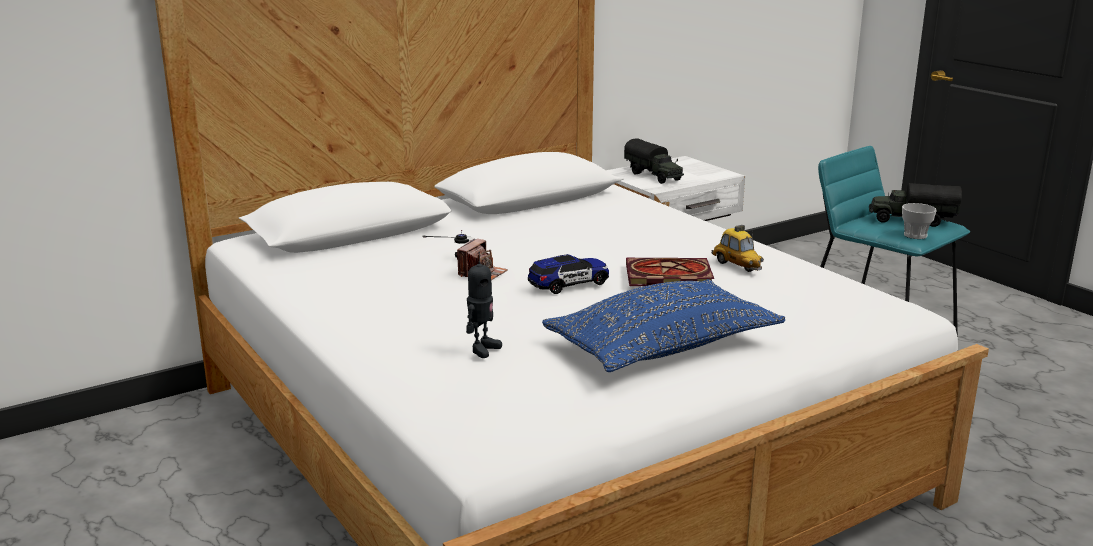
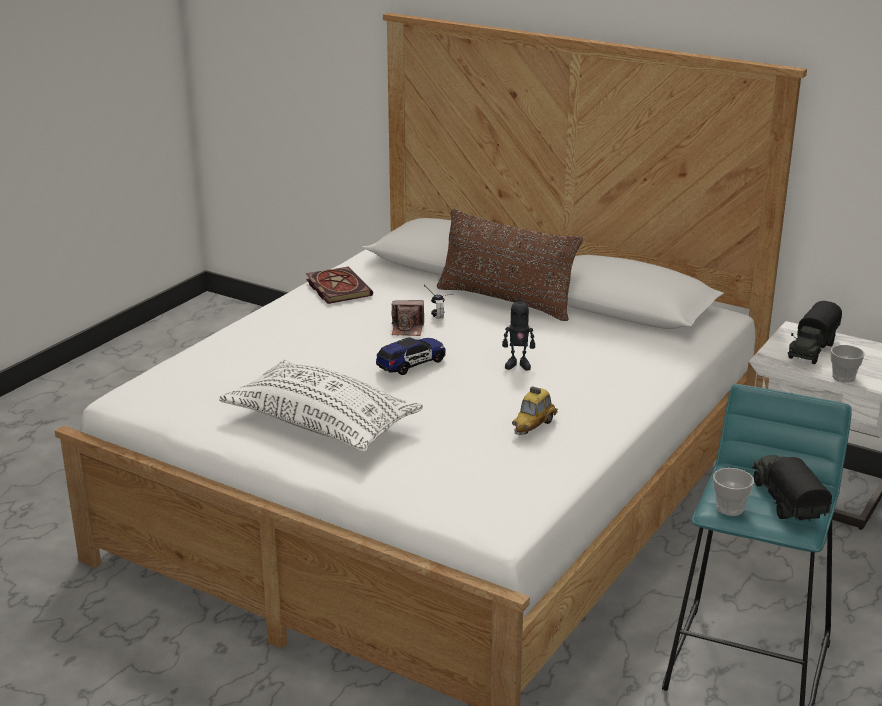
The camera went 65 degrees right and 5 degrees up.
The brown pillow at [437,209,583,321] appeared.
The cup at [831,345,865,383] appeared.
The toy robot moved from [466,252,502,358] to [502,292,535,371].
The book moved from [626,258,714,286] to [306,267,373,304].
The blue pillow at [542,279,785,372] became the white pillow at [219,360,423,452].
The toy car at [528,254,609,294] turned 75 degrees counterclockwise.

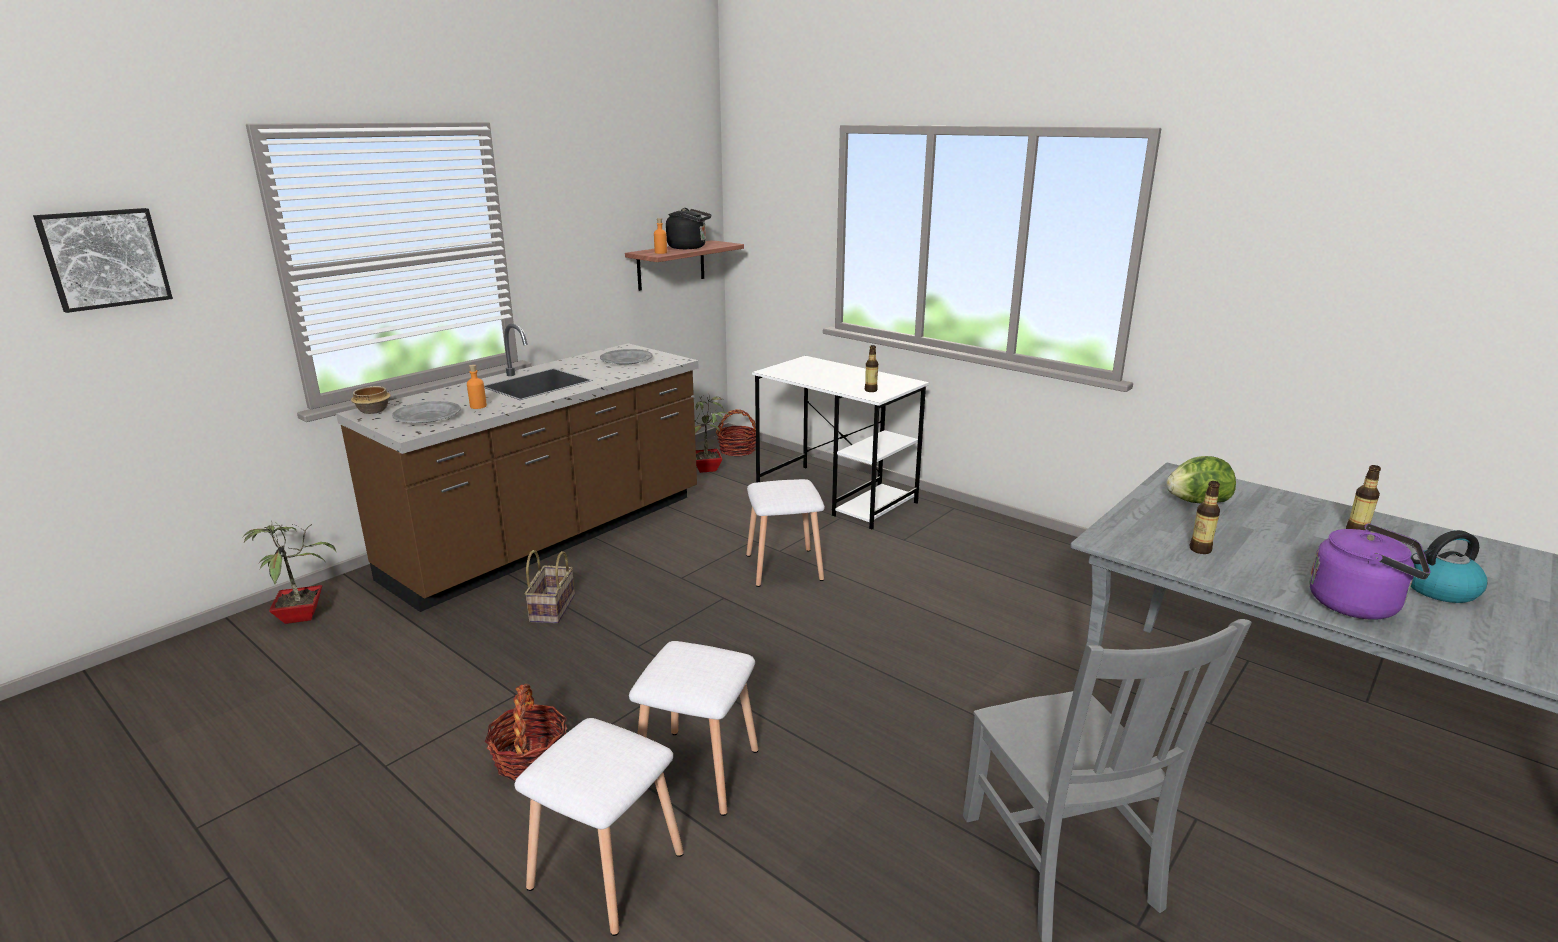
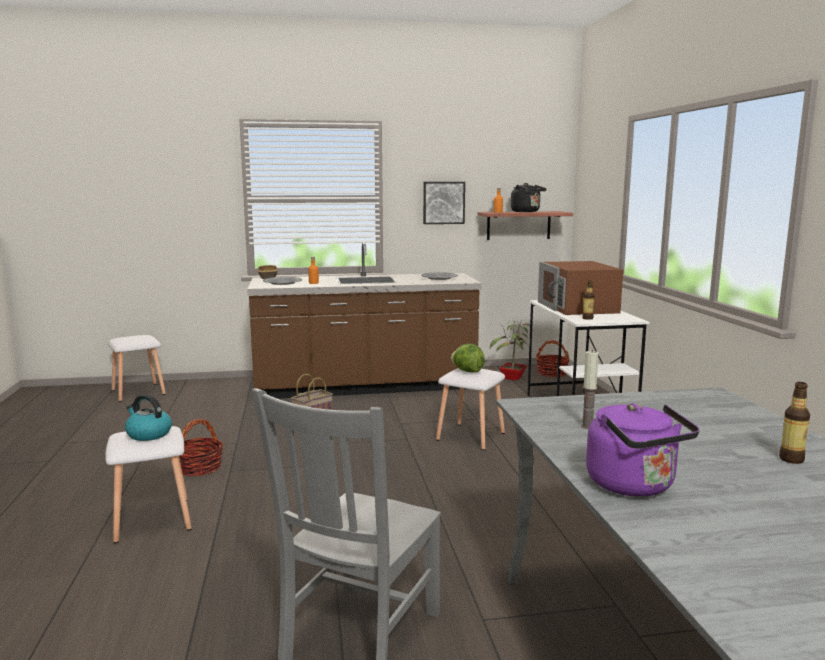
The camera went 40 degrees right and 10 degrees down.
The potted plant at [243,524,336,624] disappeared.
The brown microwave at [538,261,623,315] appeared.
The picture moved from [33,208,173,313] to [423,182,465,224].
The white stool moved from [629,641,758,816] to [108,335,166,402].
The lettuce moved from [1166,456,1236,504] to [451,344,485,372].
The kettle moved from [1410,530,1488,603] to [125,394,172,441].
The bottle at [1190,481,1220,554] was replaced by the candle at [581,350,599,429].

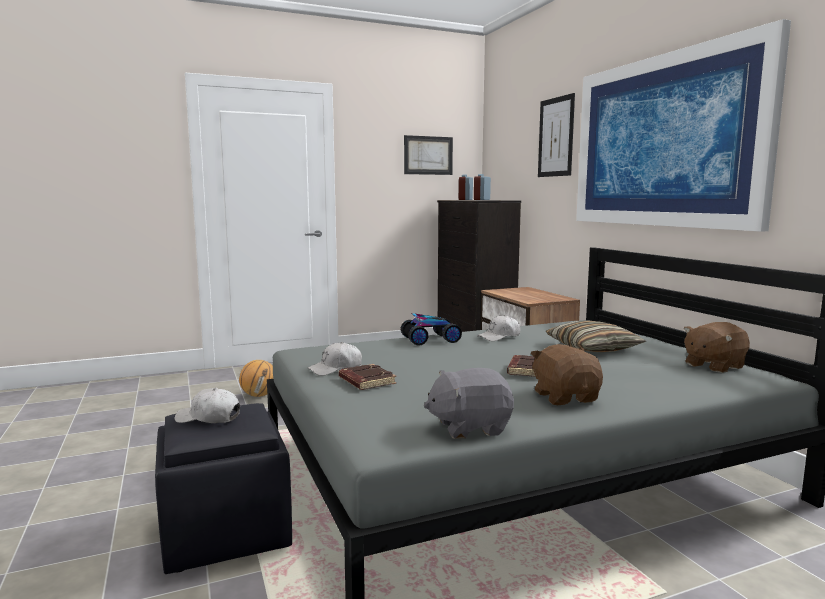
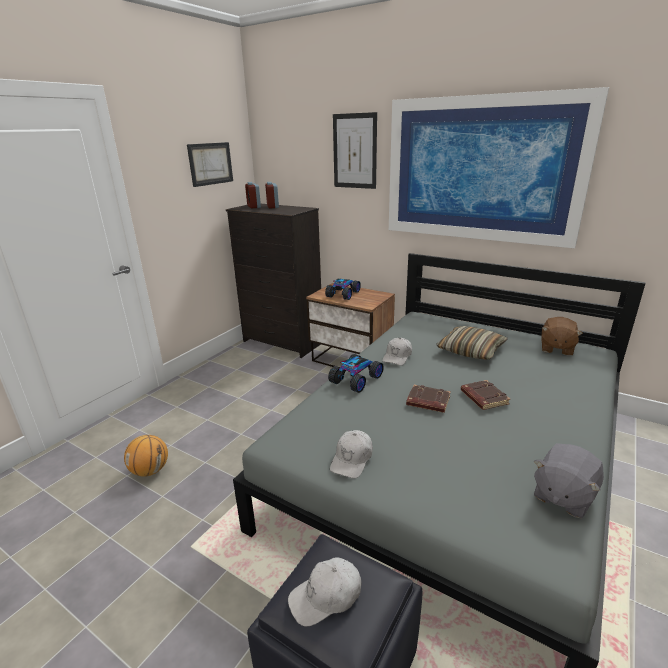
The camera went 35 degrees left and 15 degrees up.
The brown plush toy at [530,344,603,405] disappeared.
The toy car at [325,279,361,300] appeared.
The brown book moved from [339,364,396,390] to [406,385,451,413].

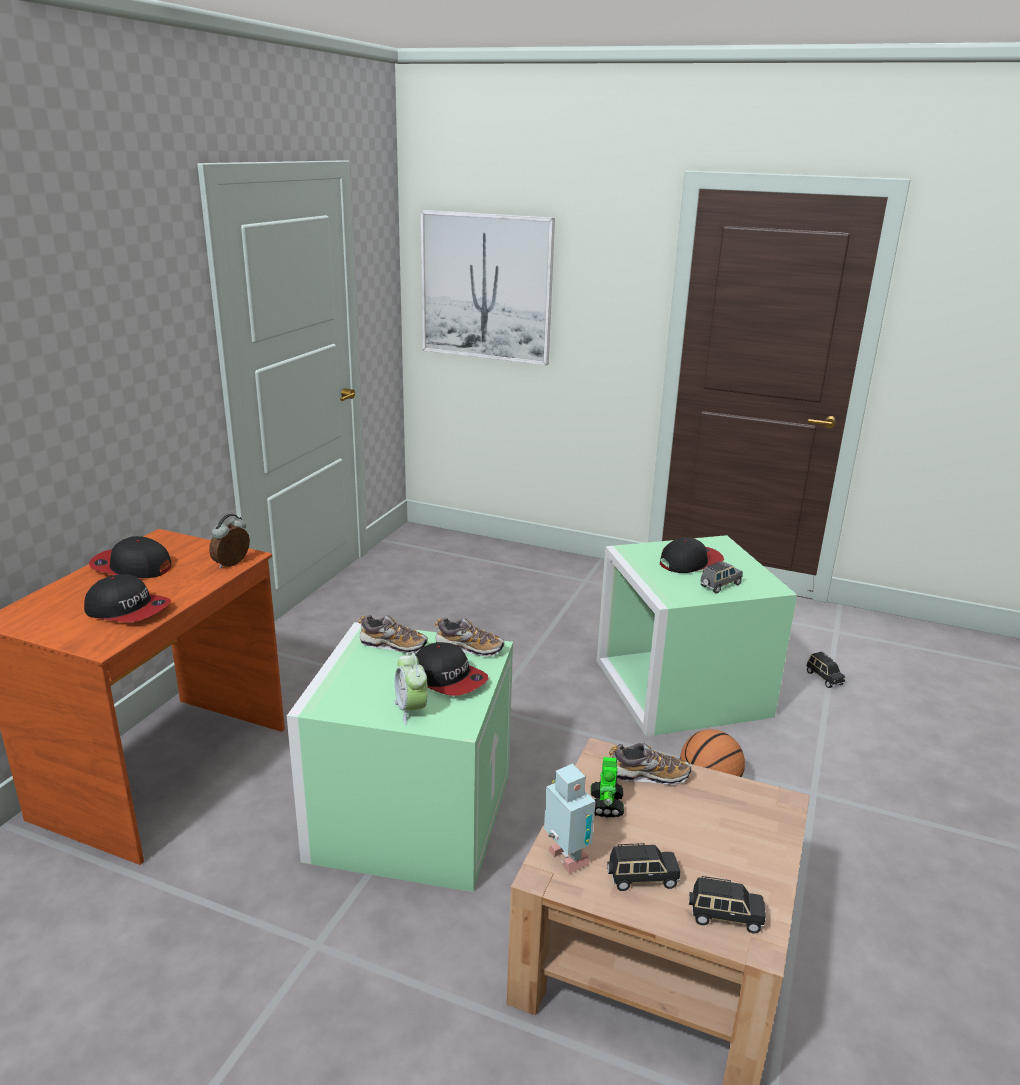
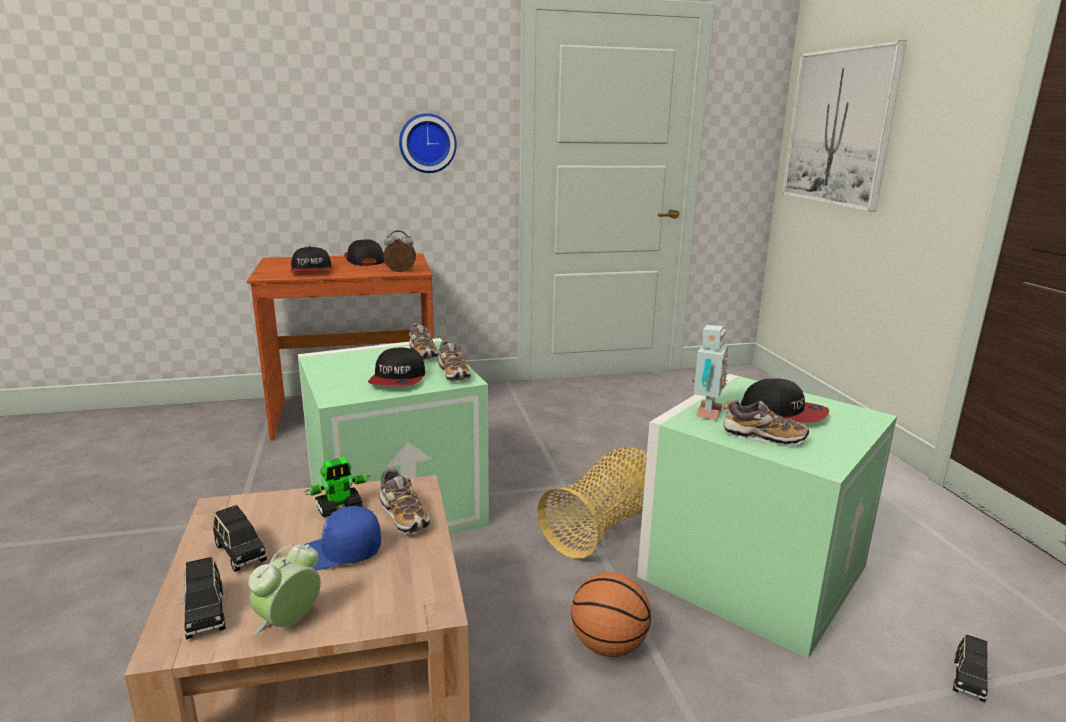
The camera went 55 degrees right and 5 degrees down.
The blue cap at [304,506,381,570] appeared.
The wall clock at [399,113,457,173] appeared.
The basket at [537,447,647,559] appeared.
The alarm clock moved from [394,653,428,725] to [249,544,321,634].
The toy robot moved from [544,764,596,873] to [692,325,728,420].
The grey toy car at [700,561,743,593] was replaced by the shoe at [723,400,809,446].

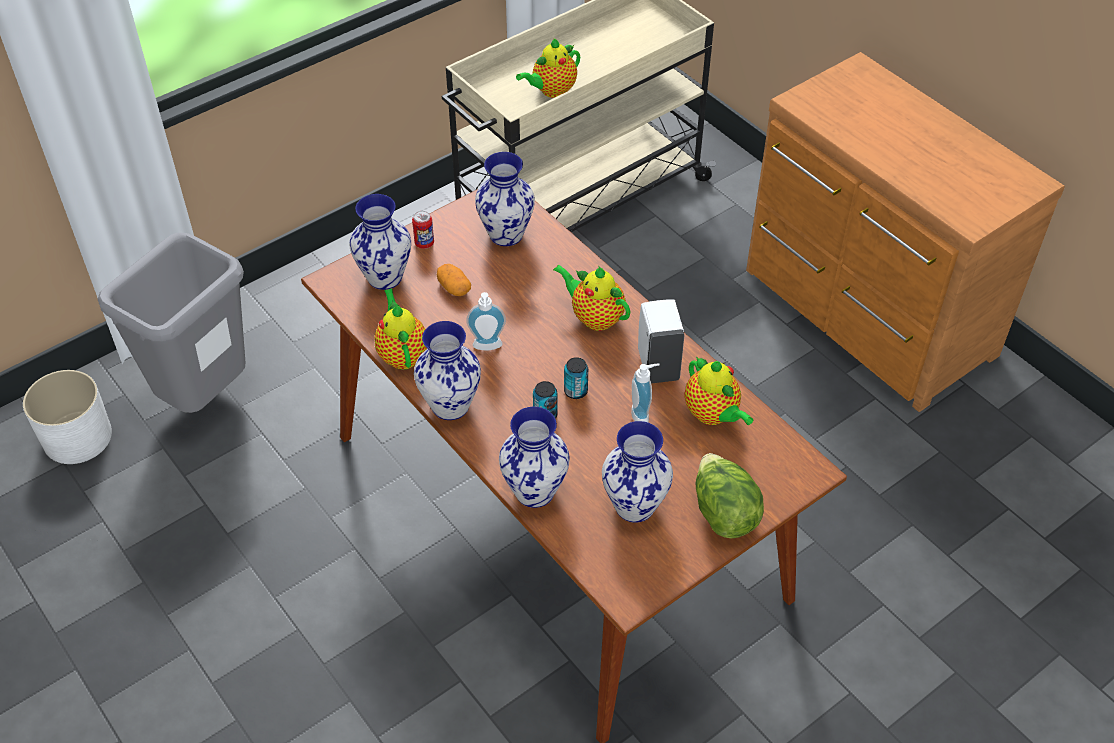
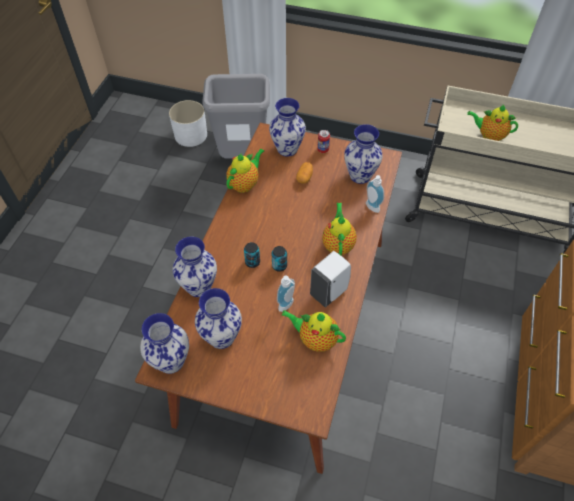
The camera went 55 degrees right and 5 degrees up.
The lettuce at [695,453,764,539] disappeared.
The vase moved from [414,321,481,420] to [140,313,189,374].
The soap dispenser moved from [466,292,506,351] to [366,175,384,213].
The teapot at [684,356,753,425] turned 90 degrees clockwise.

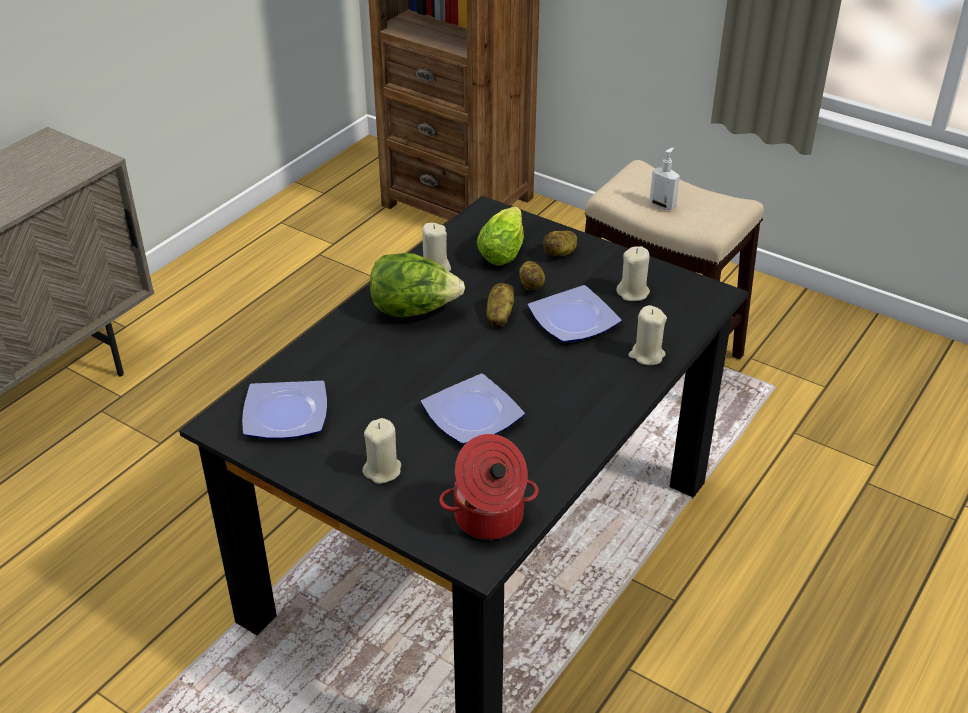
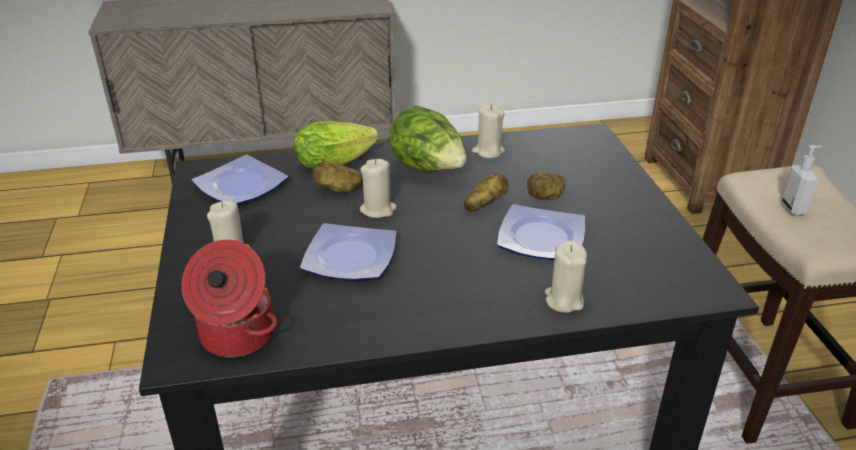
The camera went 45 degrees right and 5 degrees down.
The lettuce moved from [477,207,524,266] to [294,121,378,169].
The potato moved from [543,231,577,256] to [312,161,363,192].
The beige candle moved from [617,246,650,301] to [360,159,397,218].

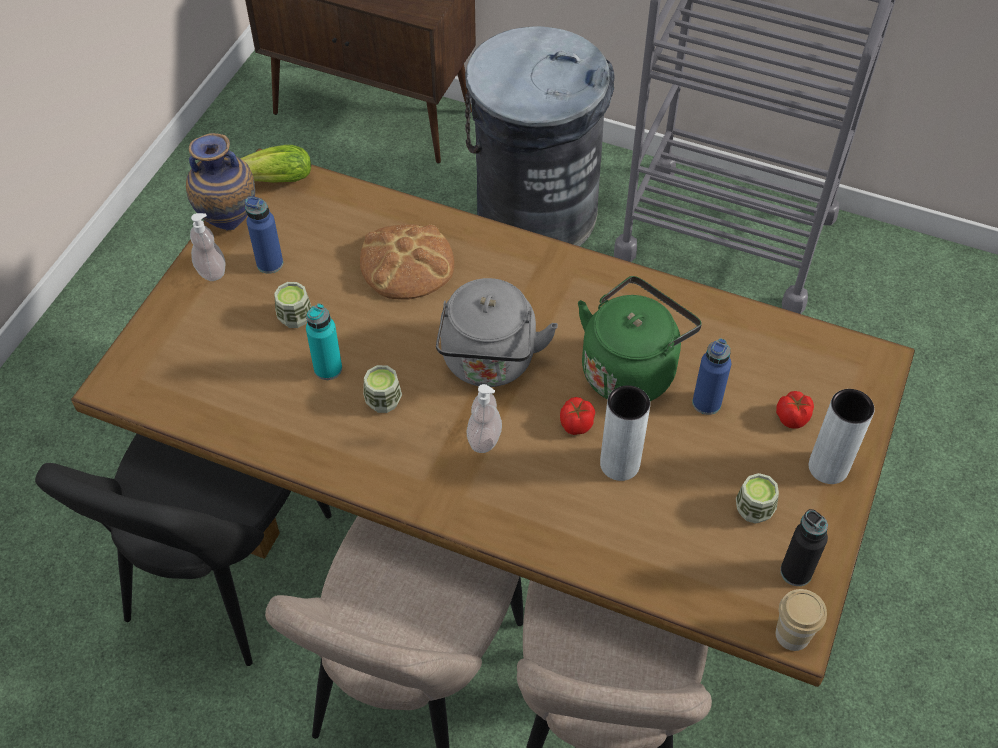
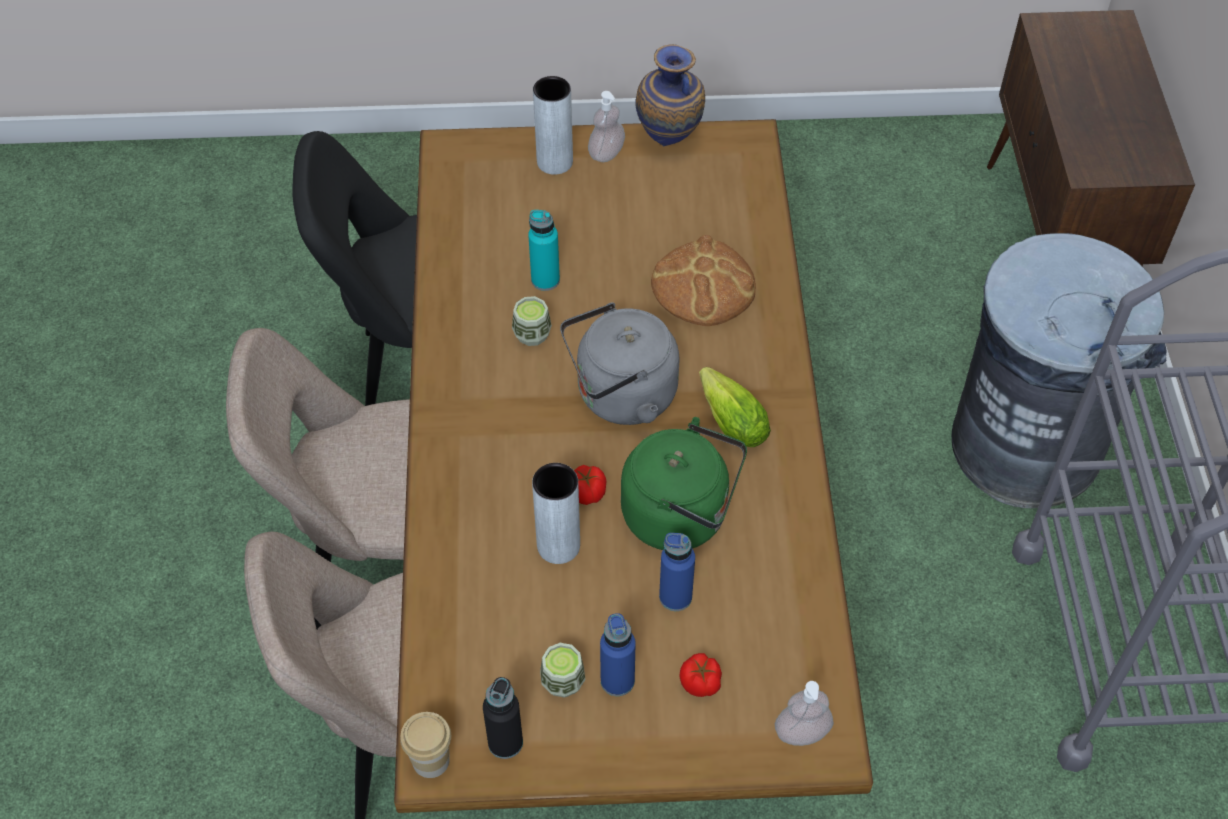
The camera went 65 degrees right and 0 degrees up.
The cup at [274,282,312,328] disappeared.
The lettuce moved from [240,145,311,183] to [699,367,771,447].
The blue bottle moved from [245,196,283,274] to [600,613,636,696].
The soap dispenser moved from [467,384,502,453] to [775,681,834,746].
The grey vase moved from [809,389,875,484] to [533,76,573,175].

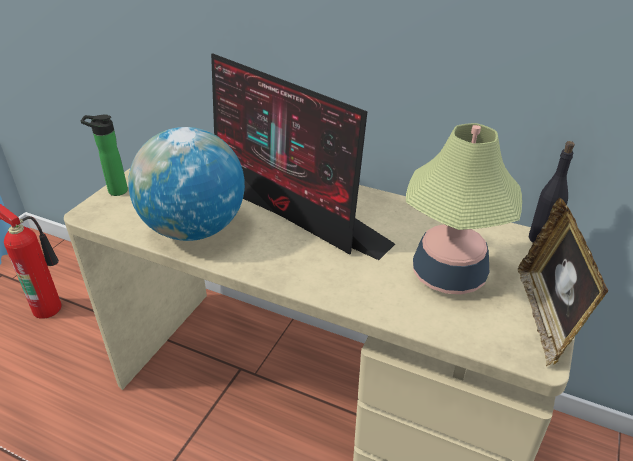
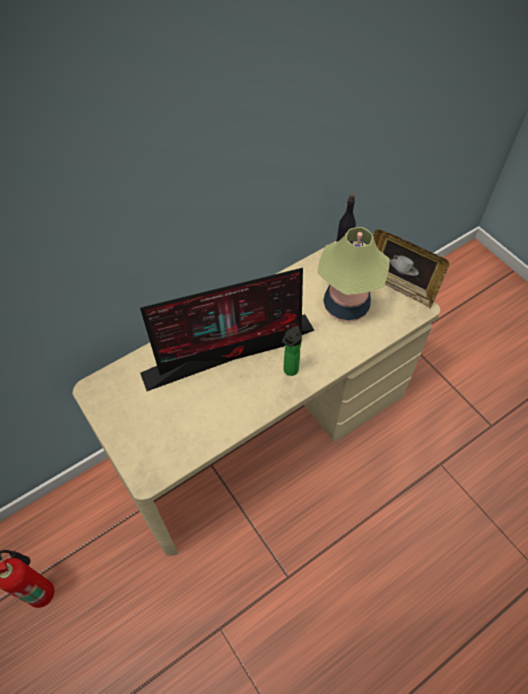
The camera went 60 degrees left and 20 degrees up.
The globe at [128,127,245,241] disappeared.
The bottle moved from [81,114,128,196] to [282,326,302,376].

